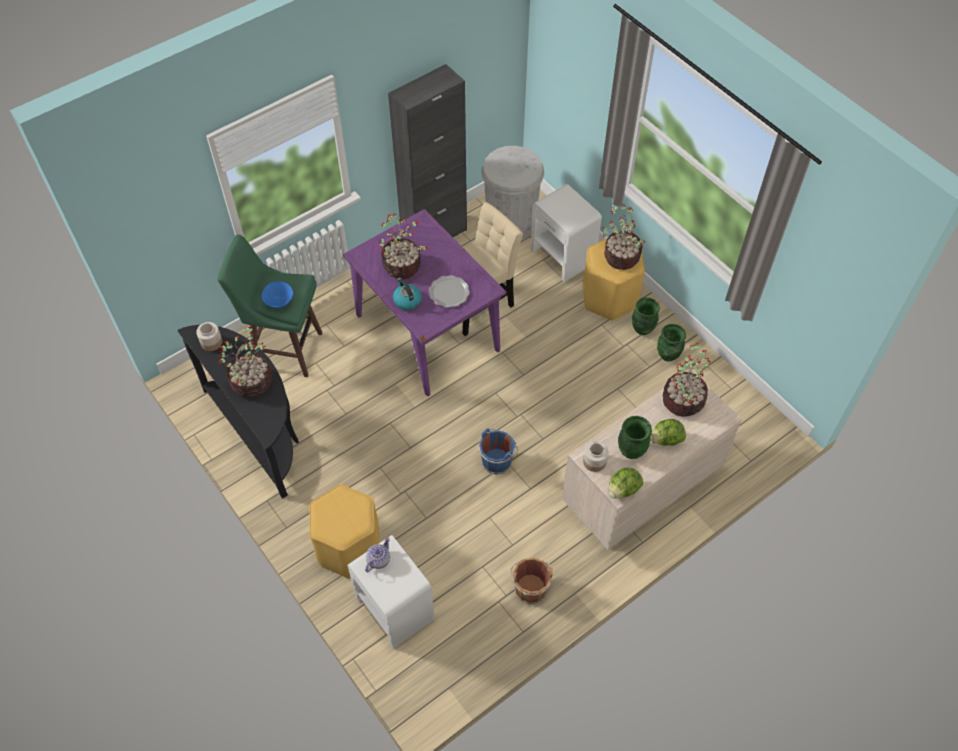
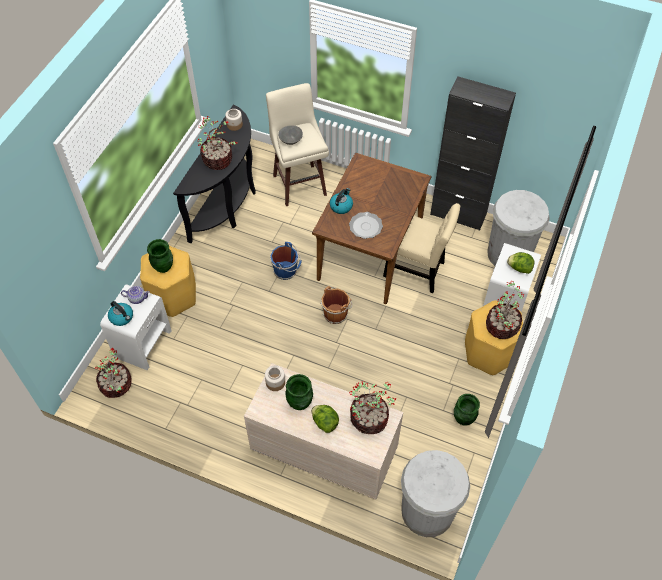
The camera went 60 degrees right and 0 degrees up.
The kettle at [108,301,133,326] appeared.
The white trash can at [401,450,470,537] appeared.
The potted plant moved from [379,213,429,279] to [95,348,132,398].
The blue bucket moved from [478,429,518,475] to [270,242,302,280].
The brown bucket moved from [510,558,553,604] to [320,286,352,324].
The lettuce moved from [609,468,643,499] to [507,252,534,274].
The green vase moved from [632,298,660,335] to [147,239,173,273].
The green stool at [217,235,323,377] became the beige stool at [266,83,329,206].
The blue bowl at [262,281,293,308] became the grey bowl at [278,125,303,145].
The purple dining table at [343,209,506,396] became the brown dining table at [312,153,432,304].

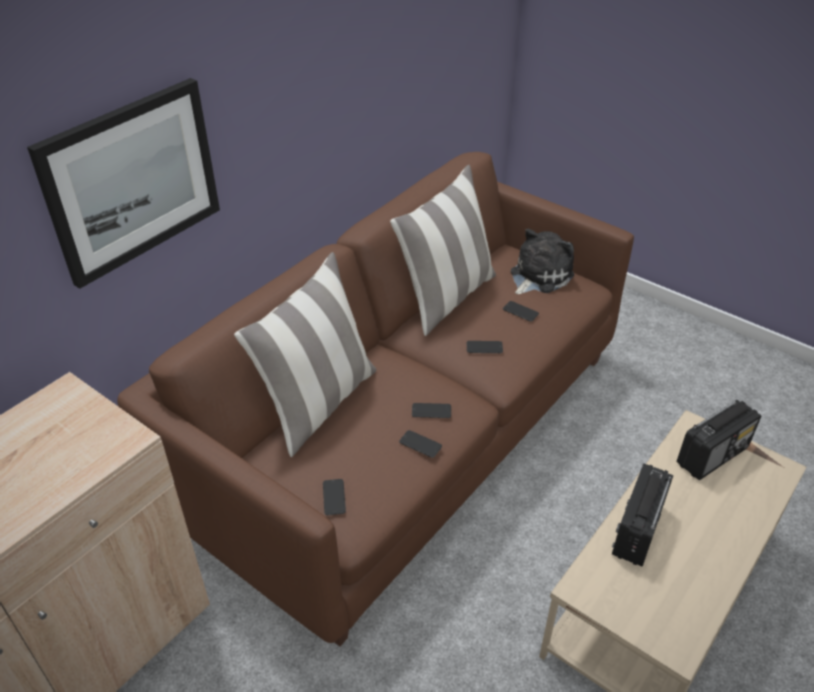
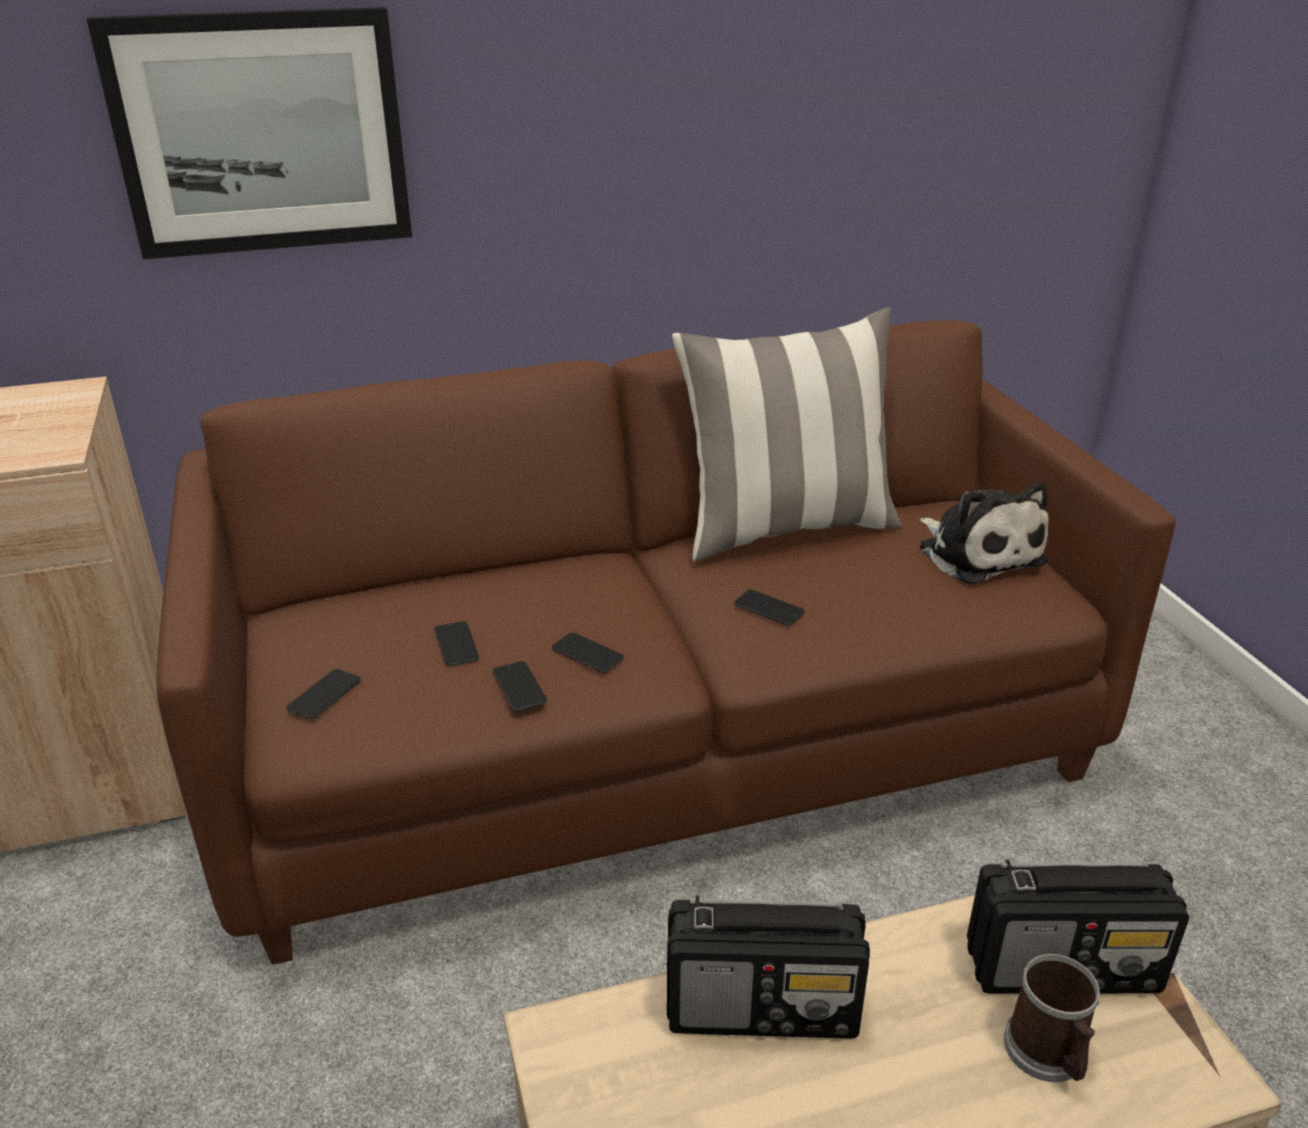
The camera went 35 degrees right and 10 degrees down.
The pillow at [234,252,377,457] disappeared.
The mug at [1004,954,1100,1082] appeared.
The phone moved from [503,301,539,322] to [434,621,479,666].
The plush toy at [511,229,574,294] turned 75 degrees clockwise.
The radio at [612,463,674,567] turned 150 degrees counterclockwise.

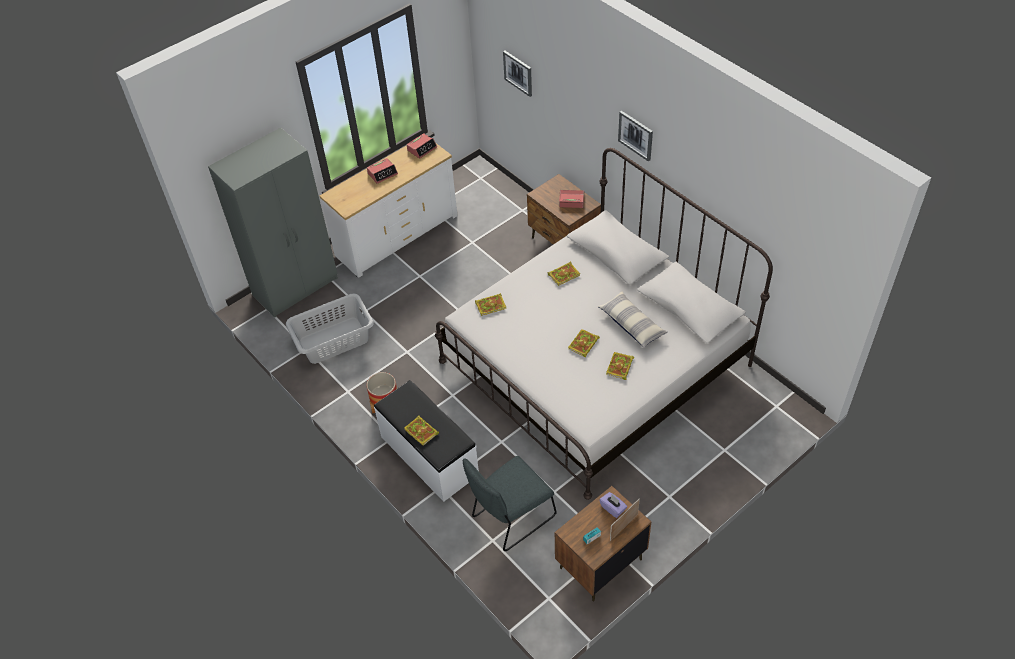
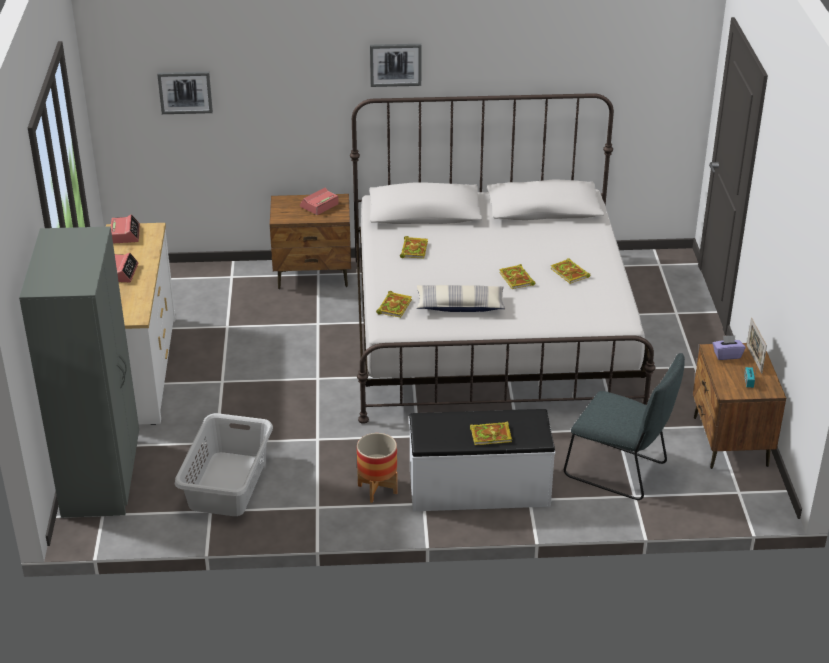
The camera went 55 degrees left and 15 degrees down.
The pillow moved from [598,292,668,348] to [417,285,505,312].
The grey chair at [463,456,557,551] turned 60 degrees counterclockwise.

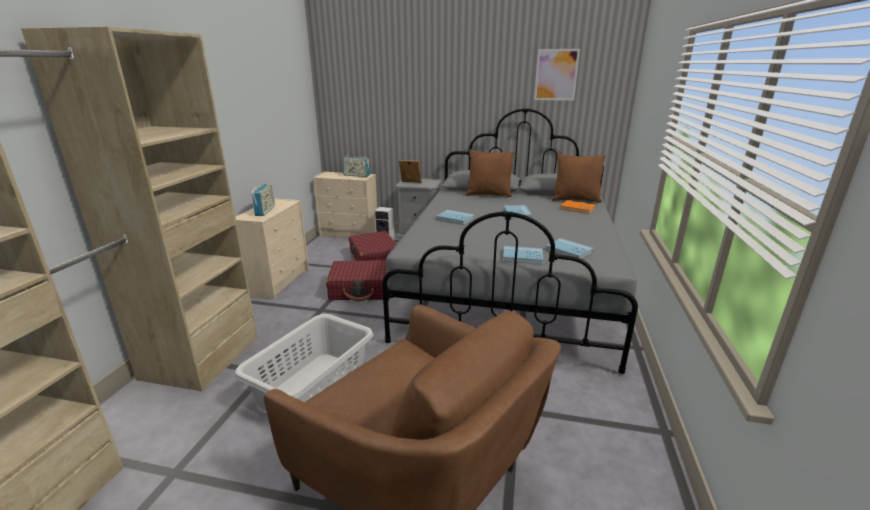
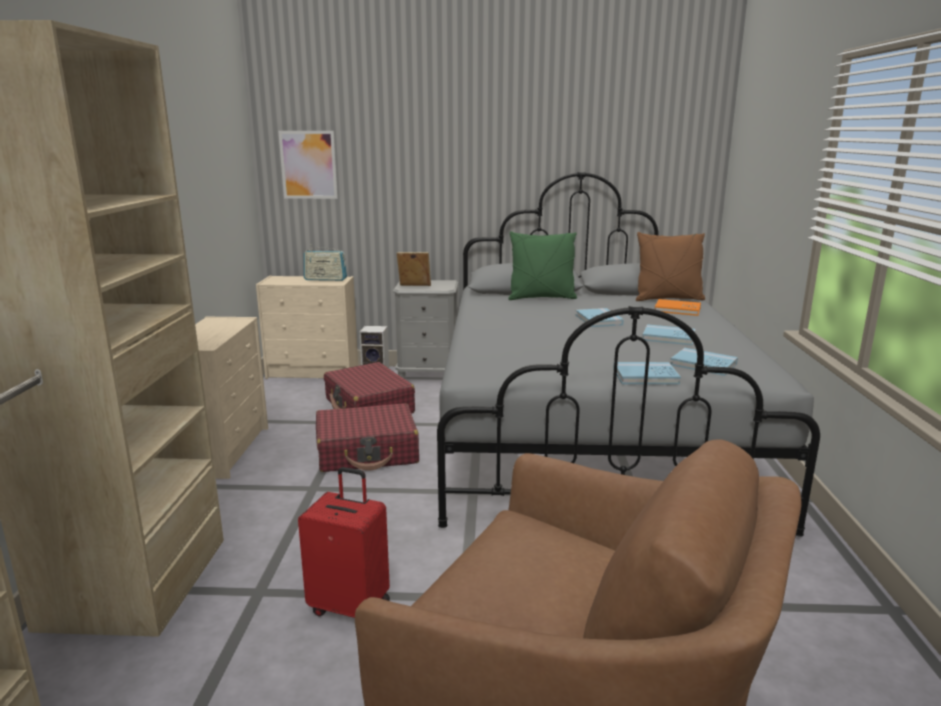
The camera went 10 degrees left and 5 degrees down.
The radio at [252,184,275,216] disappeared.
The blue book moved from [436,210,474,225] to [643,324,695,345].
The picture moved from [534,49,580,101] to [278,131,338,199].
The grey laundry basket at [235,314,373,411] was replaced by the red suitcase at [298,467,390,618].
The brown pillow at [466,149,515,197] became the green pillow at [508,231,577,300].

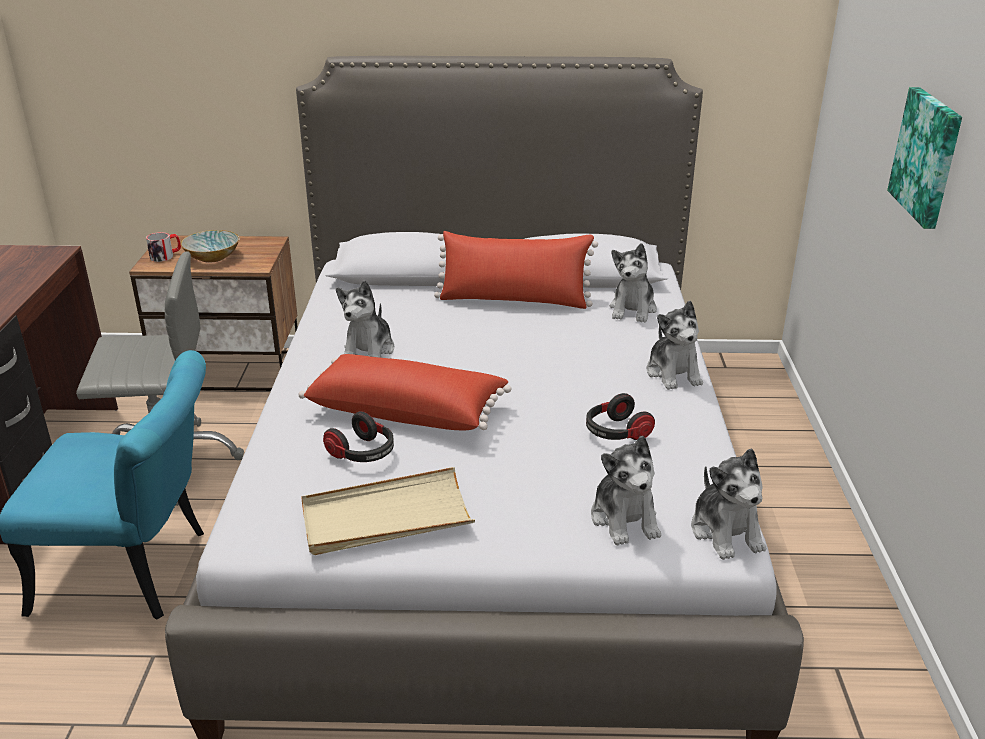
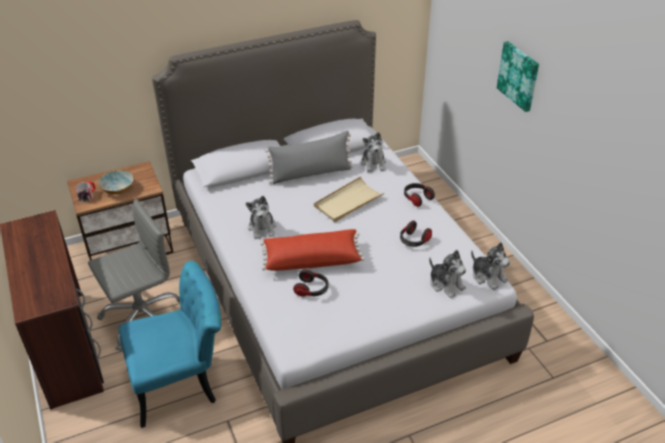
The camera went 25 degrees left and 10 degrees up.
The beige tray moved from [301,467,475,555] to [314,176,385,222].
The plush toy at [647,301,703,390] was replaced by the headphones at [404,183,435,207].
The red pillow at [434,231,598,309] became the grey pillow at [265,131,353,184].

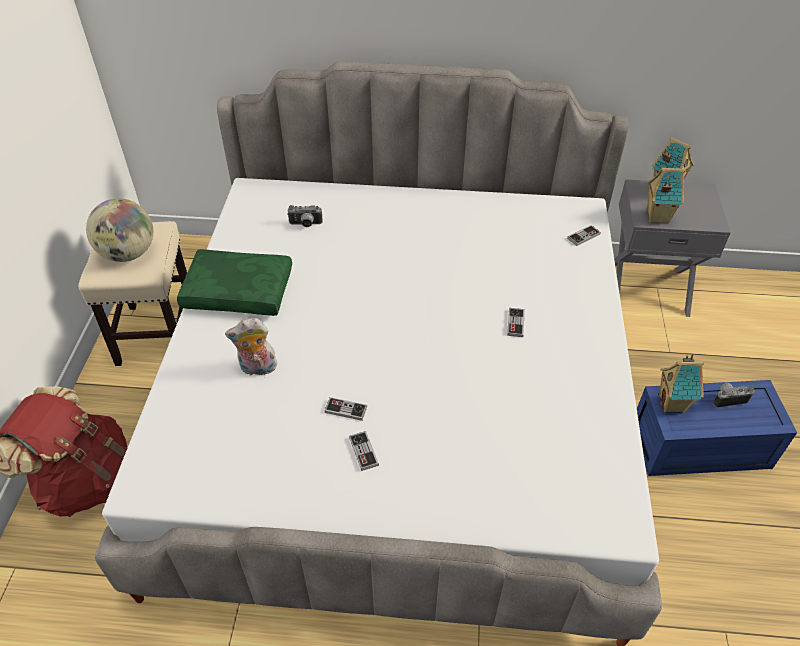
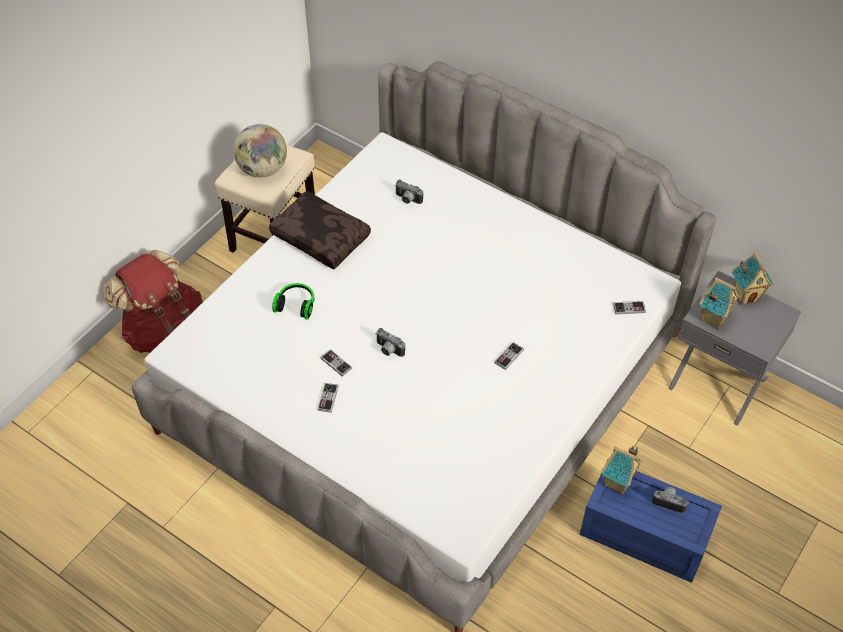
The camera went 30 degrees right and 5 degrees up.
The photo camera at [376,328,405,357] appeared.
The plush toy at [225,318,278,376] was replaced by the headphones at [272,283,314,320].
The green pillow at [177,249,292,316] became the brown pillow at [269,191,371,270].

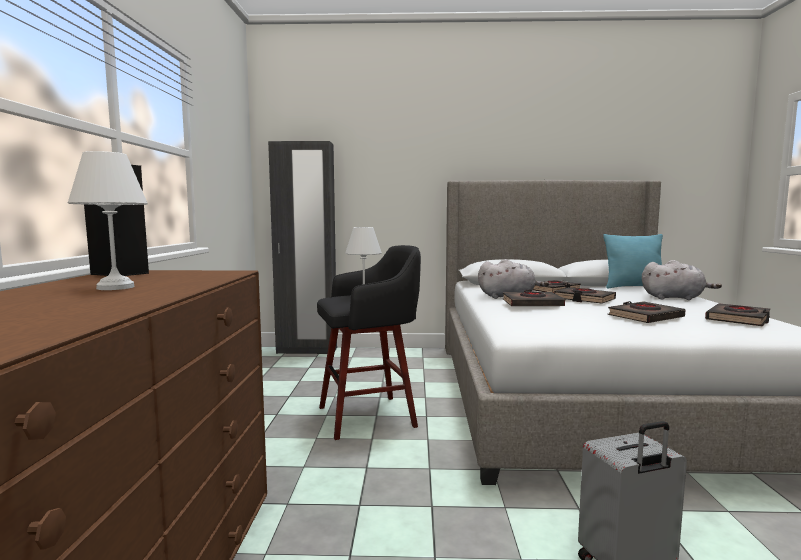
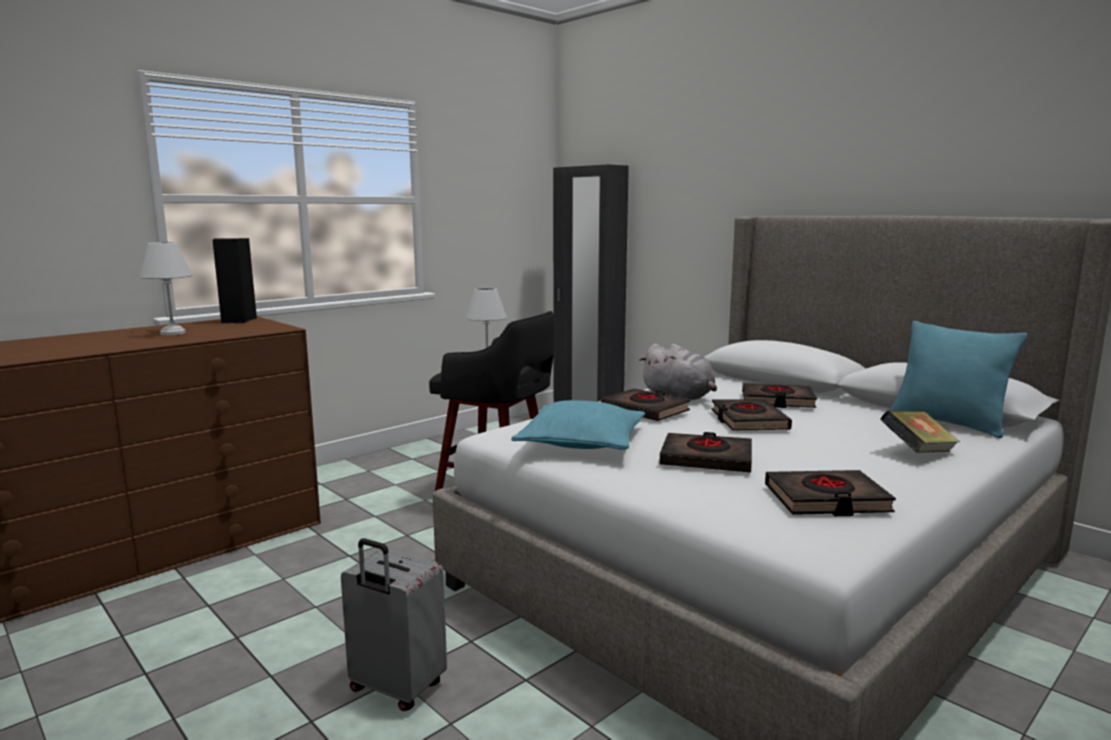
The camera went 45 degrees right and 5 degrees up.
The turquoise pillow at [511,400,645,450] appeared.
The grey plush toy at [642,260,722,300] was replaced by the book at [880,411,960,453].

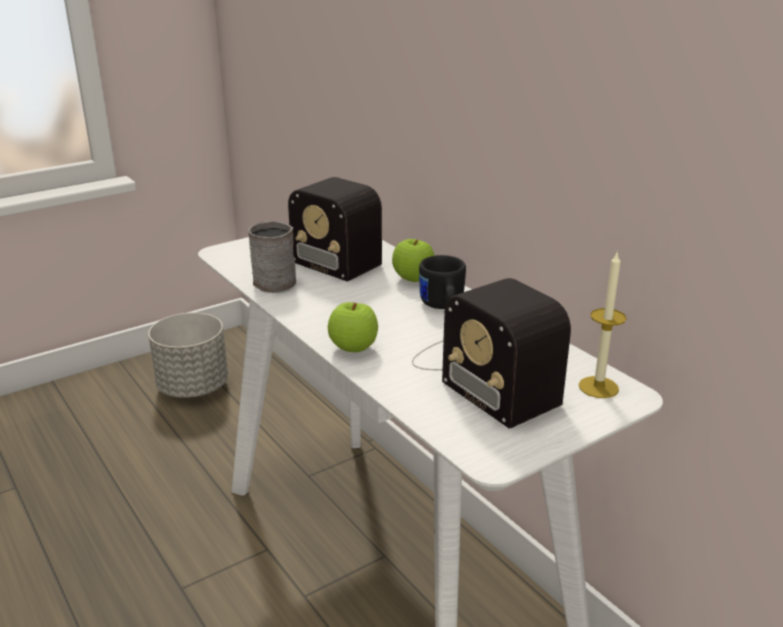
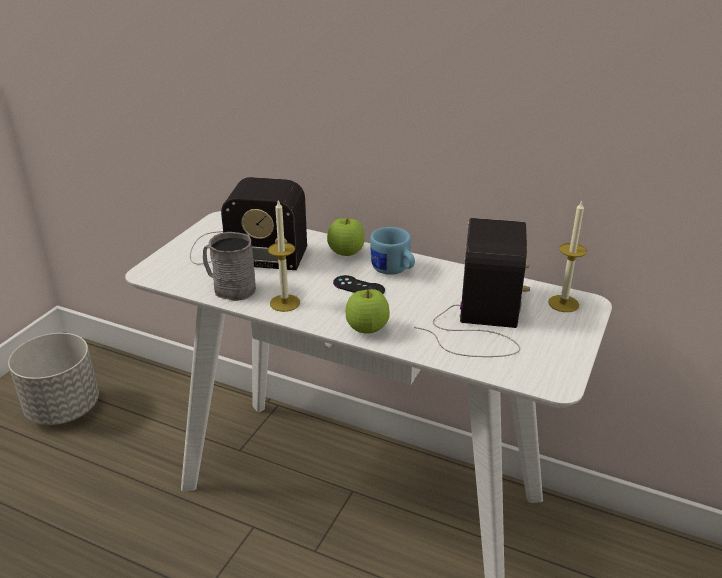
The camera went 30 degrees left and 5 degrees up.
The candle at [268,199,300,312] appeared.
The black game controller at [333,275,385,294] appeared.
The black mug at [419,255,466,309] became the blue mug at [370,227,415,275].
The radio at [412,278,571,429] turned 105 degrees counterclockwise.

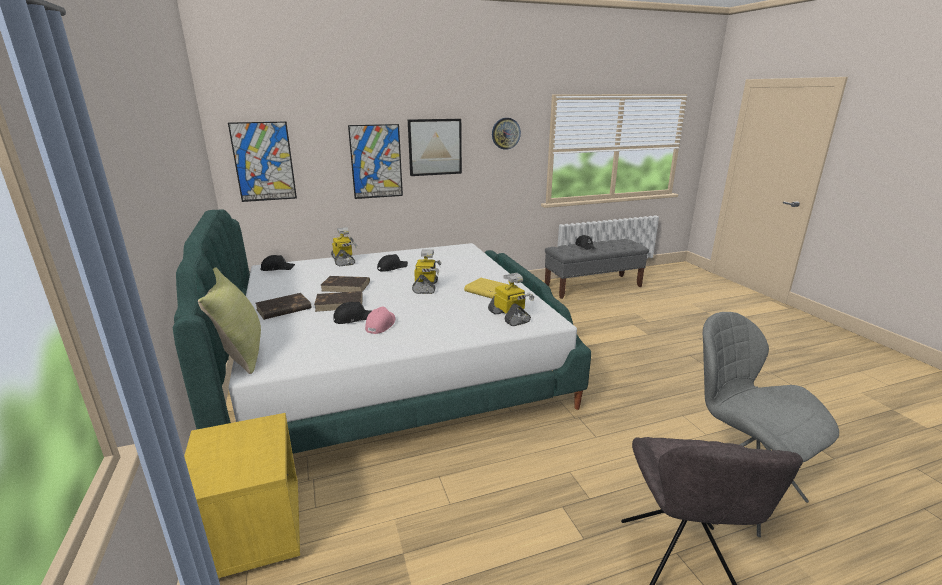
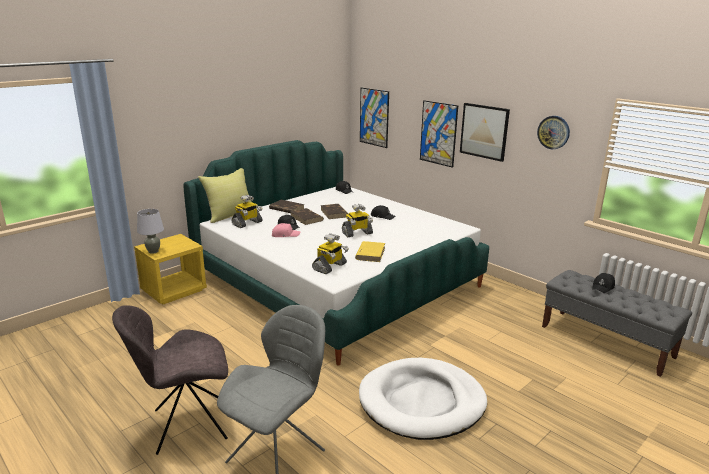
The camera went 65 degrees right and 0 degrees up.
The grey table lamp at [137,209,164,254] appeared.
The white dog bed at [359,357,487,440] appeared.
The toy robot moved from [331,227,357,266] to [232,195,262,228].

